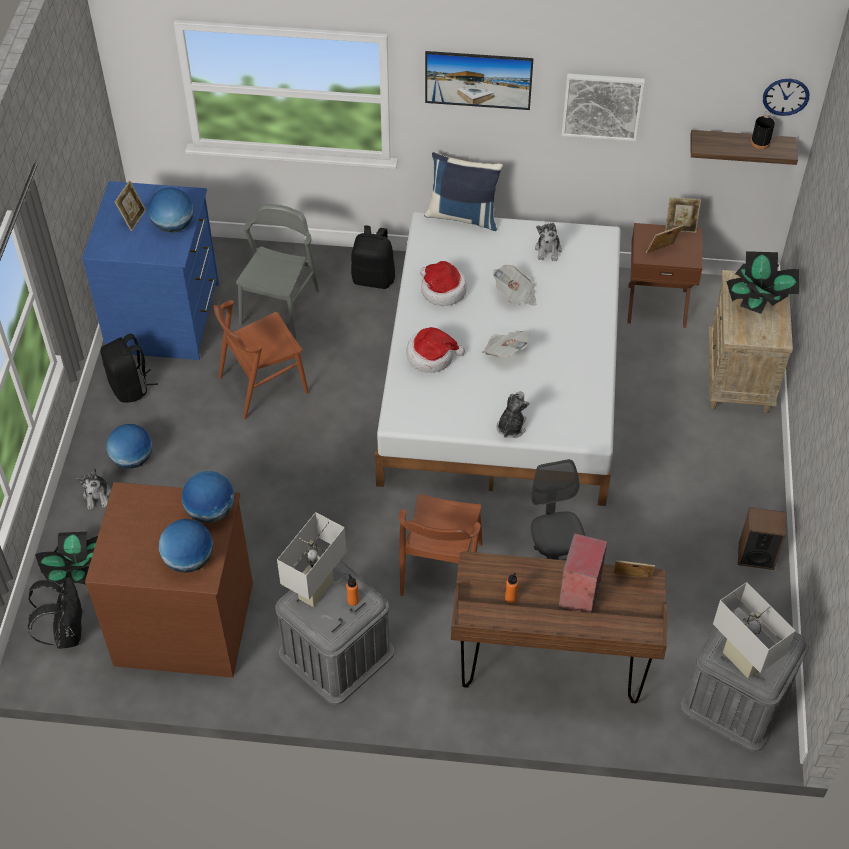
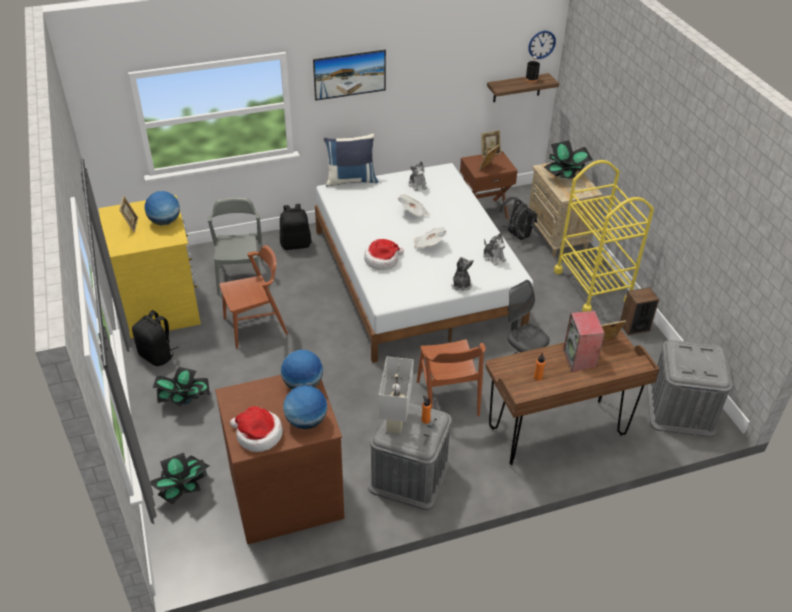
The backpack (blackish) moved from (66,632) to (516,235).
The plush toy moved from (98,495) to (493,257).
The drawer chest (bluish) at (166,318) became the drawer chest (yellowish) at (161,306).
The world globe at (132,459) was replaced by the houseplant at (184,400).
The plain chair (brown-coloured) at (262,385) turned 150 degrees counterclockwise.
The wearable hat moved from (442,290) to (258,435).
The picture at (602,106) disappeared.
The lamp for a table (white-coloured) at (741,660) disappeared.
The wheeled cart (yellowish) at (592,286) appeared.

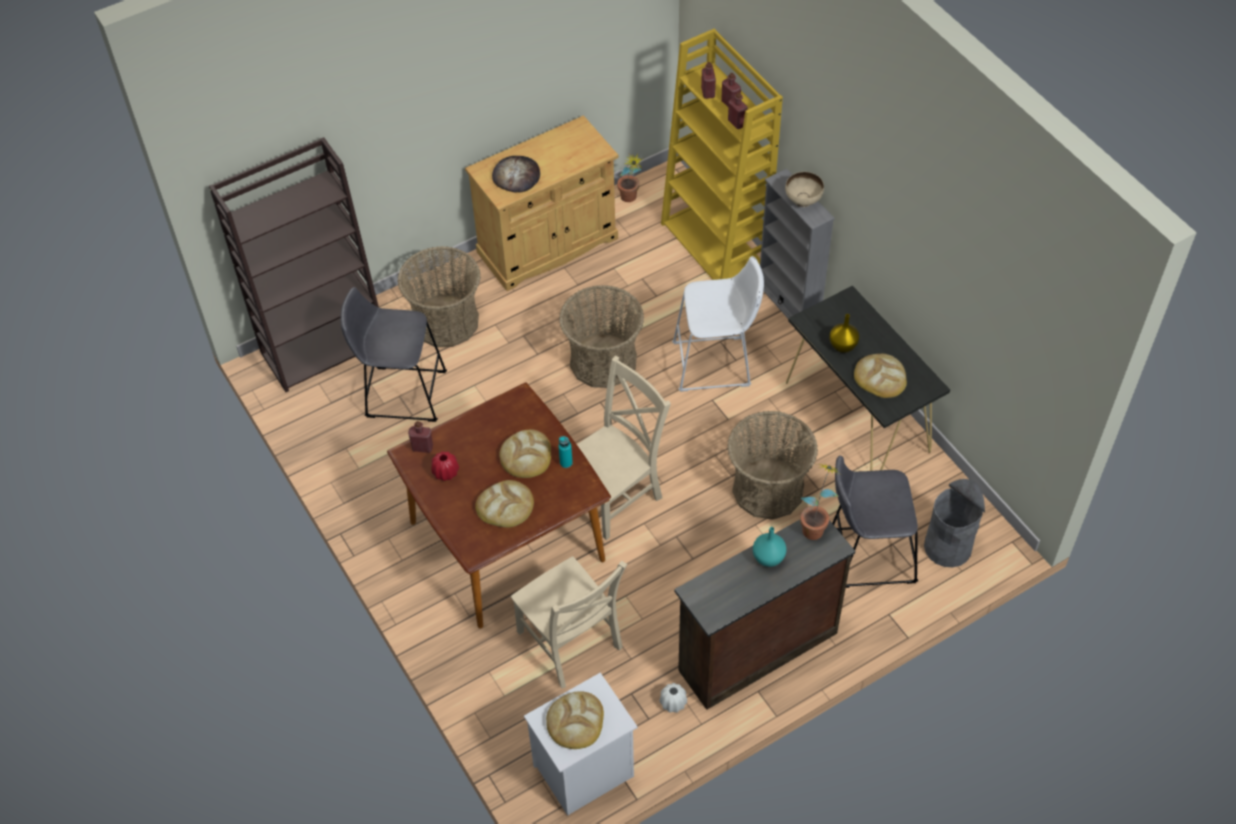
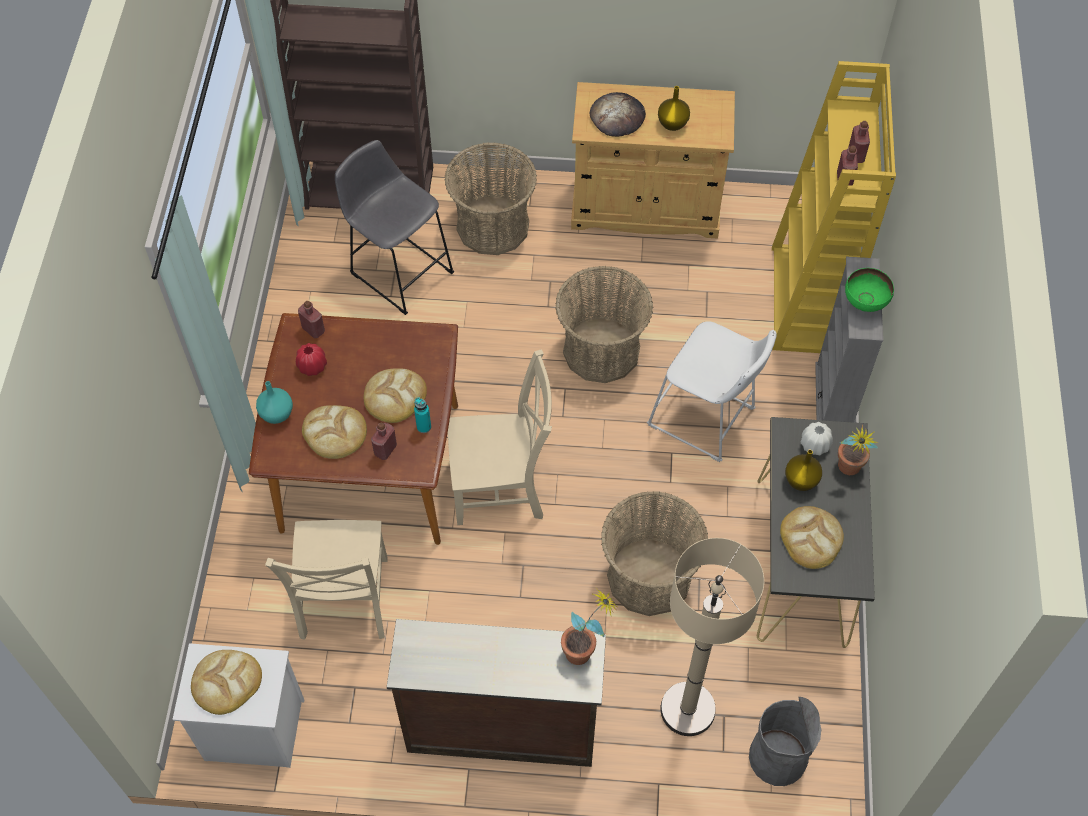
The houseplant moved from (630,200) to (847,471).
The decorative vase (white-coloured) moved from (673,703) to (814,445).
The drink bottle (red-coloured) moved from (708,93) to (385,450).
The decorative vase (blue-green) moved from (768,557) to (277,413).
The serving bowl (sand-coloured) at (803,201) became the serving bowl (green-coloured) at (864,303).
The stool (grey) at (866,556) was replaced by the standing lamp (sand-coloured) at (687,709).
The decorative vase (yellowish) at (672,124) appeared.

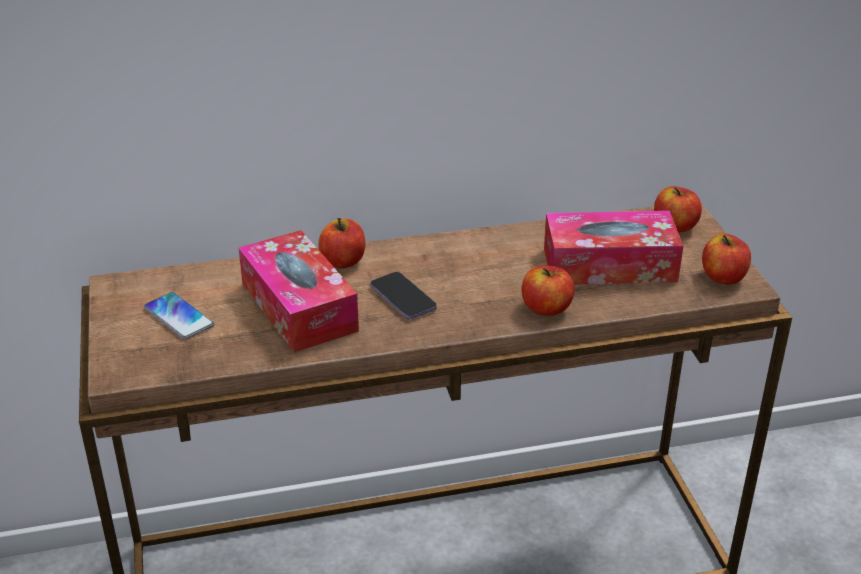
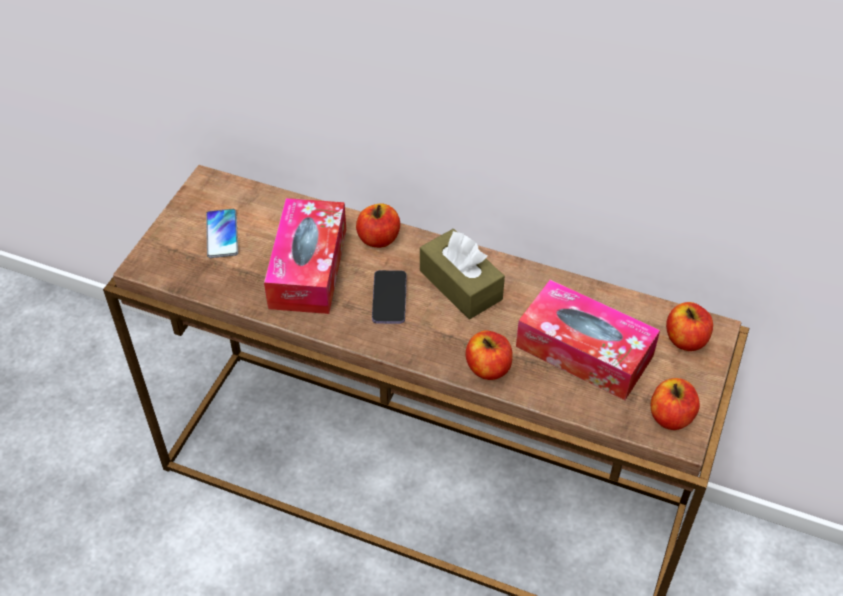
The tissue holder (brown-coloured) at (460,285) appeared.

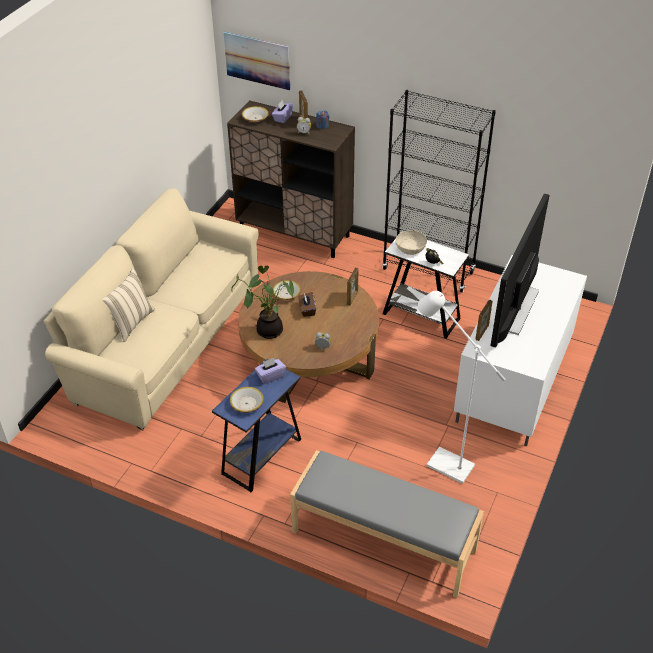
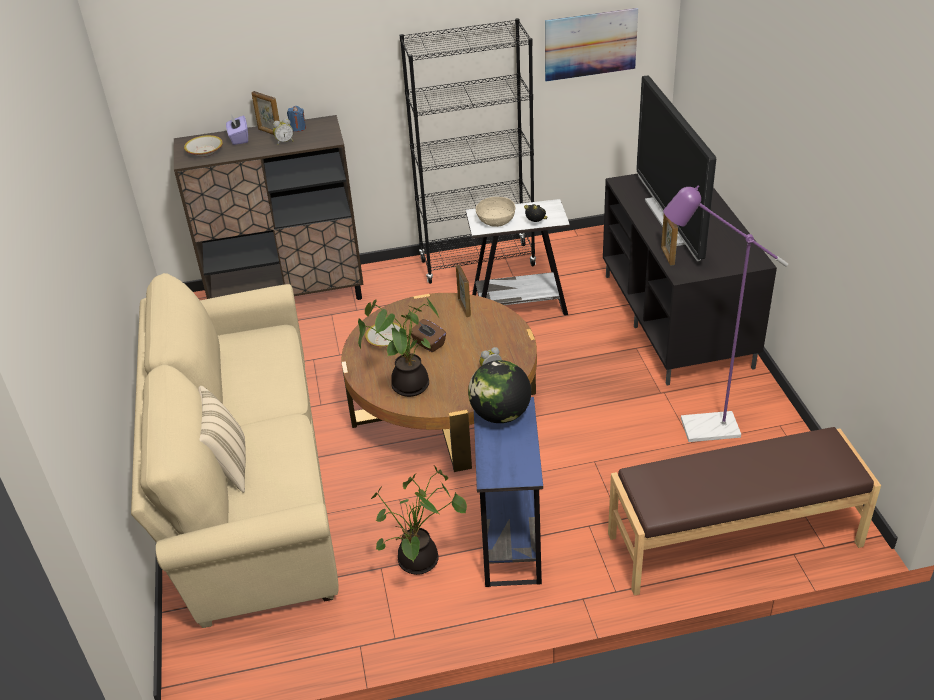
The picture moved from (257,60) to (590,44).
The serving bowl at (246,403) disappeared.
The tissue holder (purple) at (270,376) was replaced by the world globe at (500,414).
The bench (grey) at (383,541) became the bench (brown-coloured) at (734,541).
The standing lamp (white-coloured) at (442,462) became the standing lamp (purple) at (699,429).
The media console (white-coloured) at (514,383) became the media console (blackish) at (678,320).
The houseplant at (419,563) appeared.

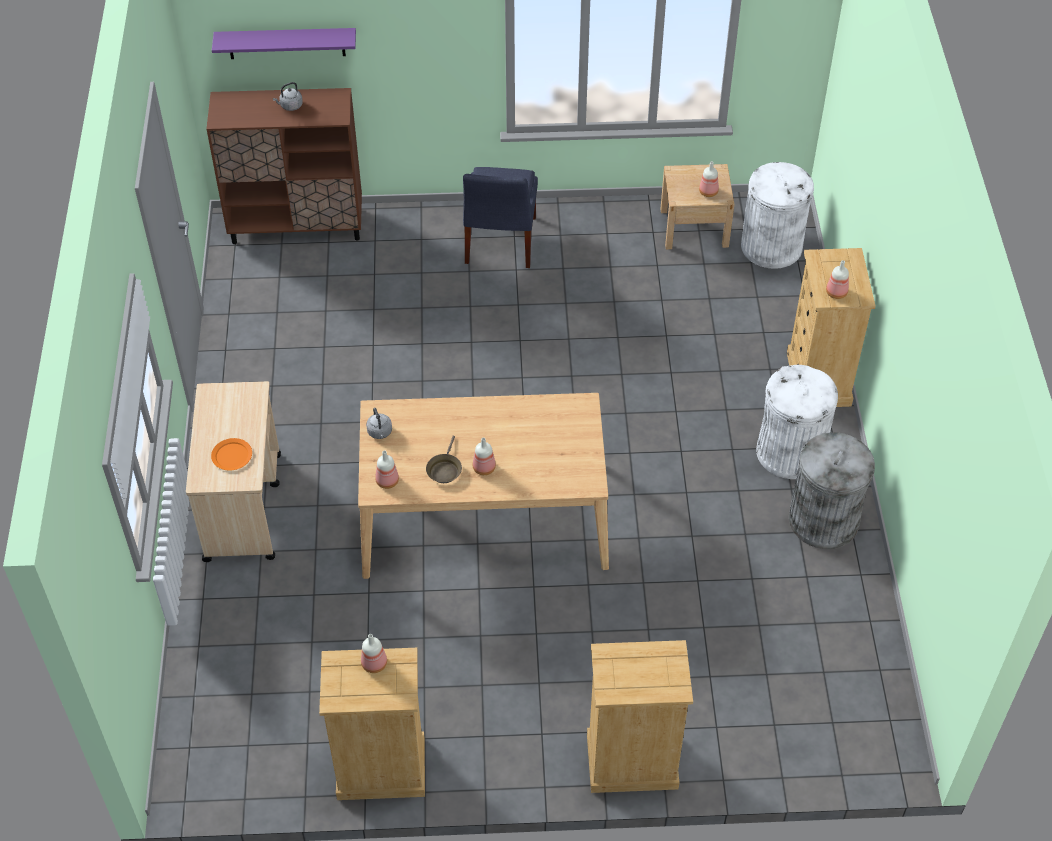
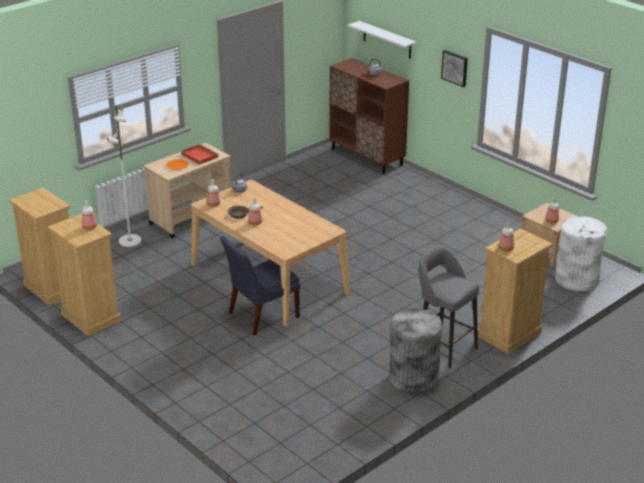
The shelf (purple) at (286,43) became the shelf (white-coloured) at (387,40).
The plain chair (bluish) moved from (499,243) to (260,316).
The drawer chest (sand-coloured) moved from (631,762) to (51,288).
The rubbish bin (white-coloured) at (789,452) was replaced by the stool (grey) at (443,347).
The standing lamp (white-coloured) at (129,241) appeared.
The tray (red-coloured) at (199,155) appeared.
The picture at (455,68) appeared.

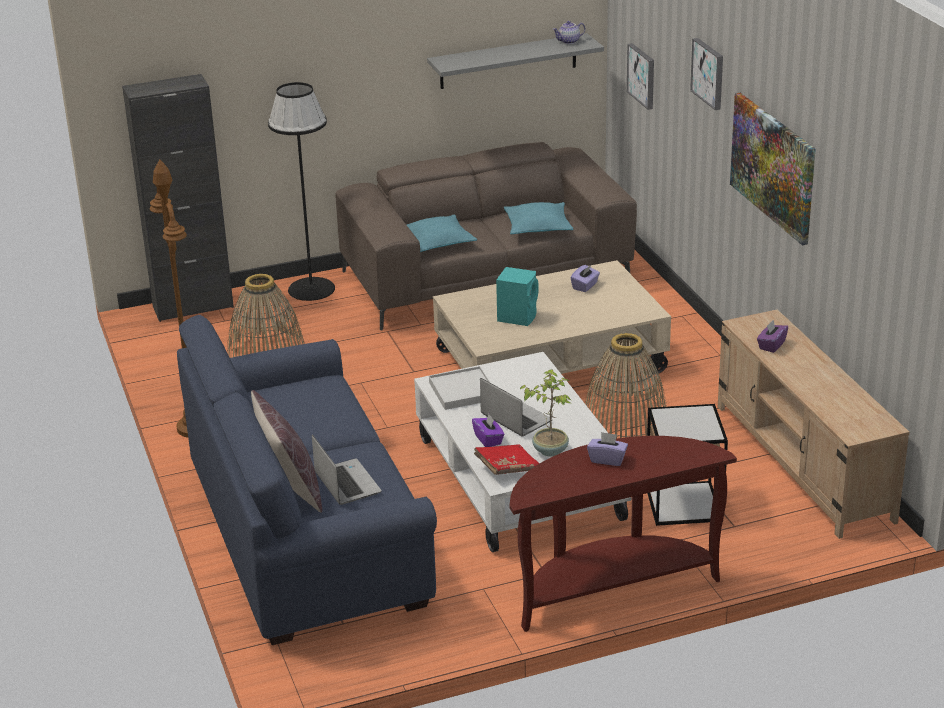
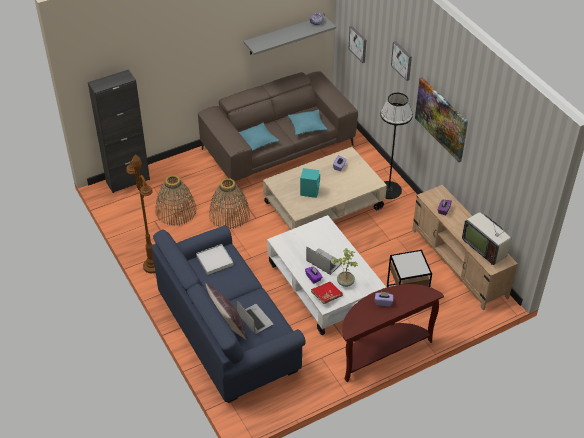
The standing lamp (blackish) moved from (311,289) to (388,190).
The tray (white-coloured) moved from (462,391) to (214,260).
The storage basket moved from (625,417) to (229,214).
The television at (485,248) appeared.

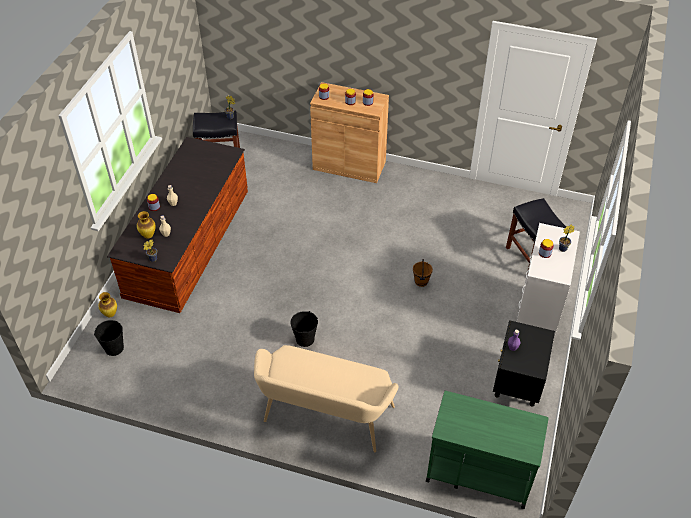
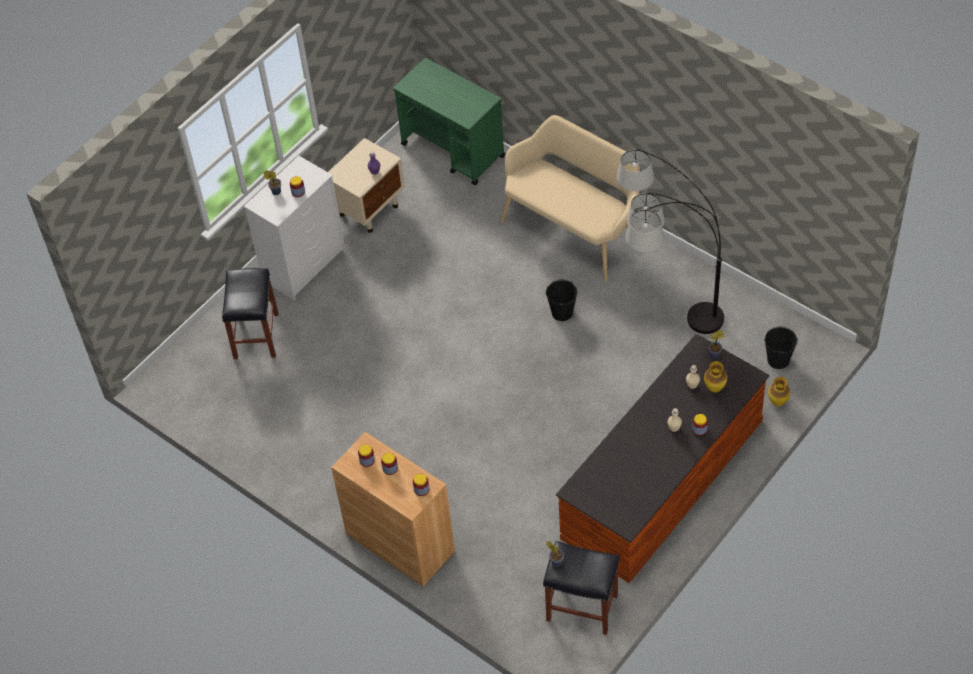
The water bucket (brown-coloured) at (421,281) disappeared.
The nightstand (blackish) at (517,385) became the nightstand (sand-coloured) at (369,209).
The standing lamp at (660,324) appeared.

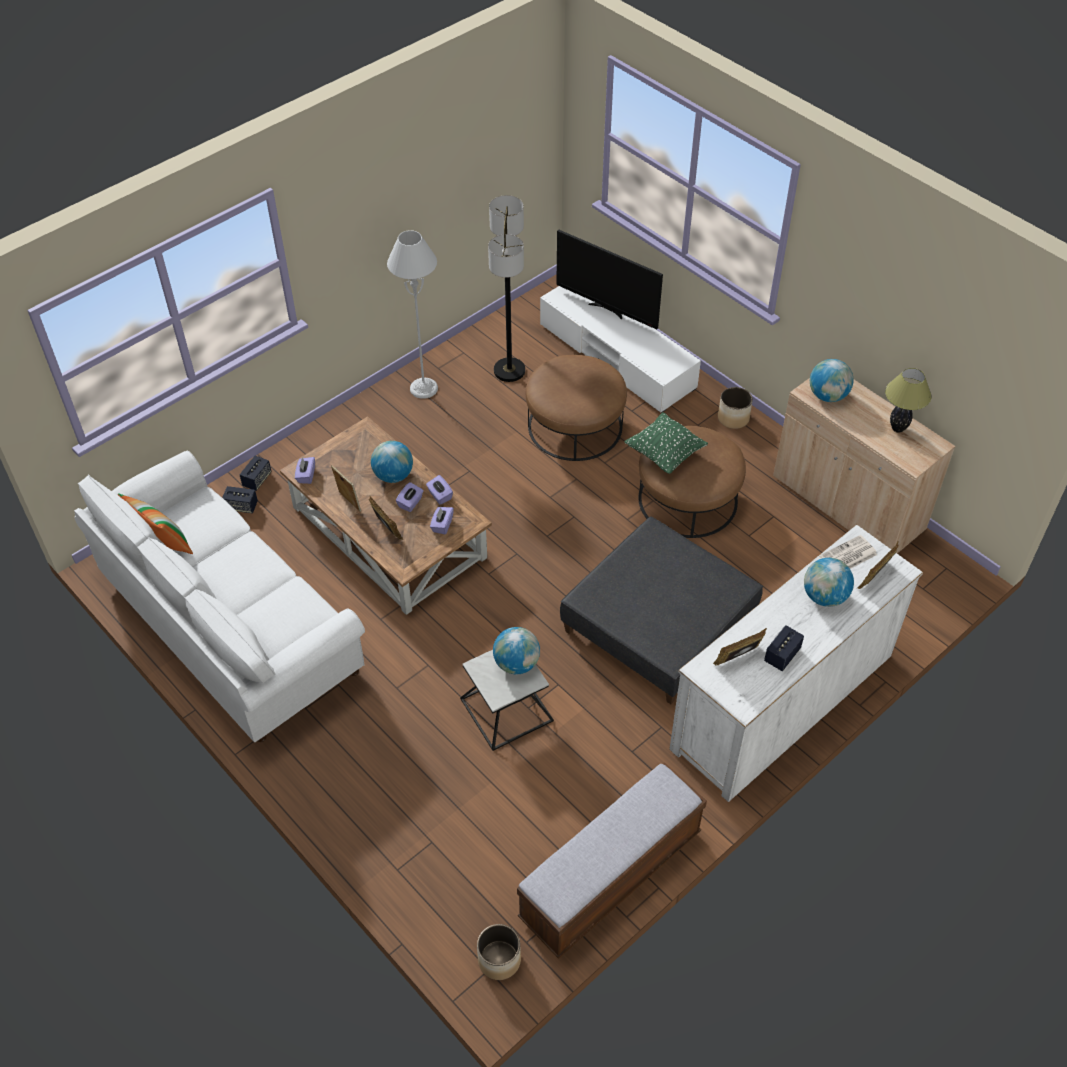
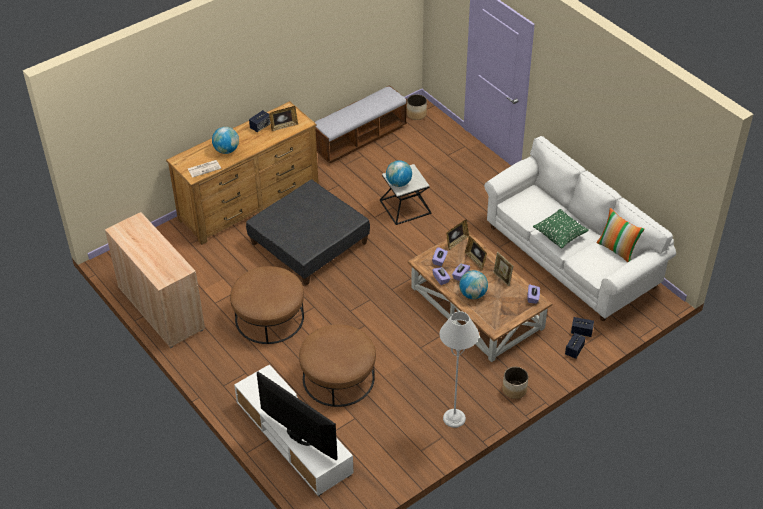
The standing lamp at (509,370) disappeared.
The throw pillow (green-coloured) moved from (664,454) to (559,236).
The drawer chest (white-coloured) at (782,702) became the drawer chest (brown-coloured) at (249,202).
The planter moved from (733,418) to (514,390).
The world globe at (828,396) disappeared.
The photo frame moved from (875,577) to (456,242).
The lamp for a table at (897,428) disappeared.

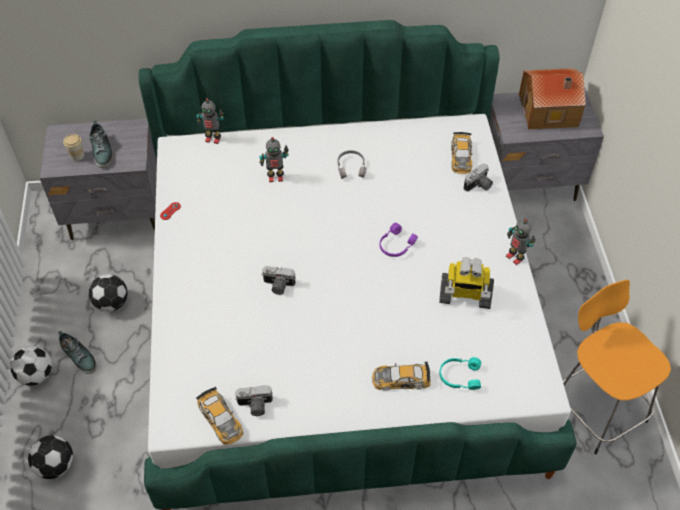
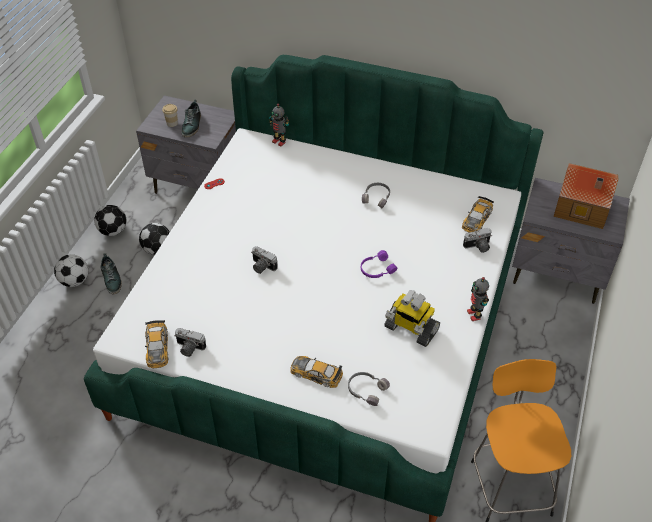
The football moved from (55,465) to (113,230).
The robot figure at (275,177) disappeared.
The headphones (blue-green) at (459,376) became the headphones (grey) at (366,390).

